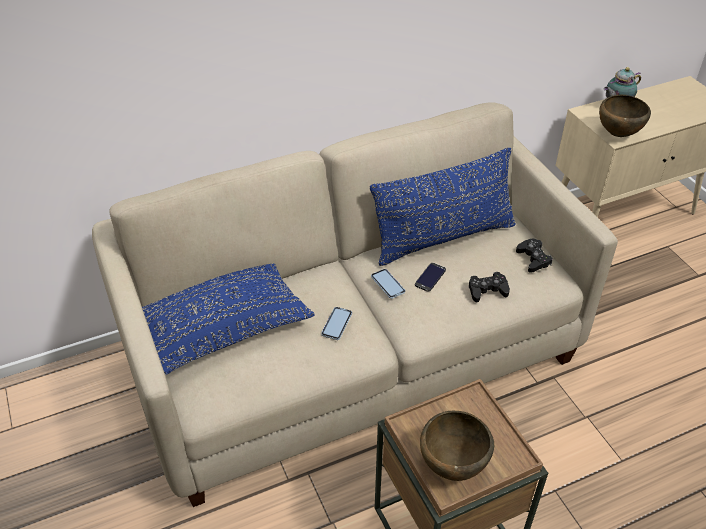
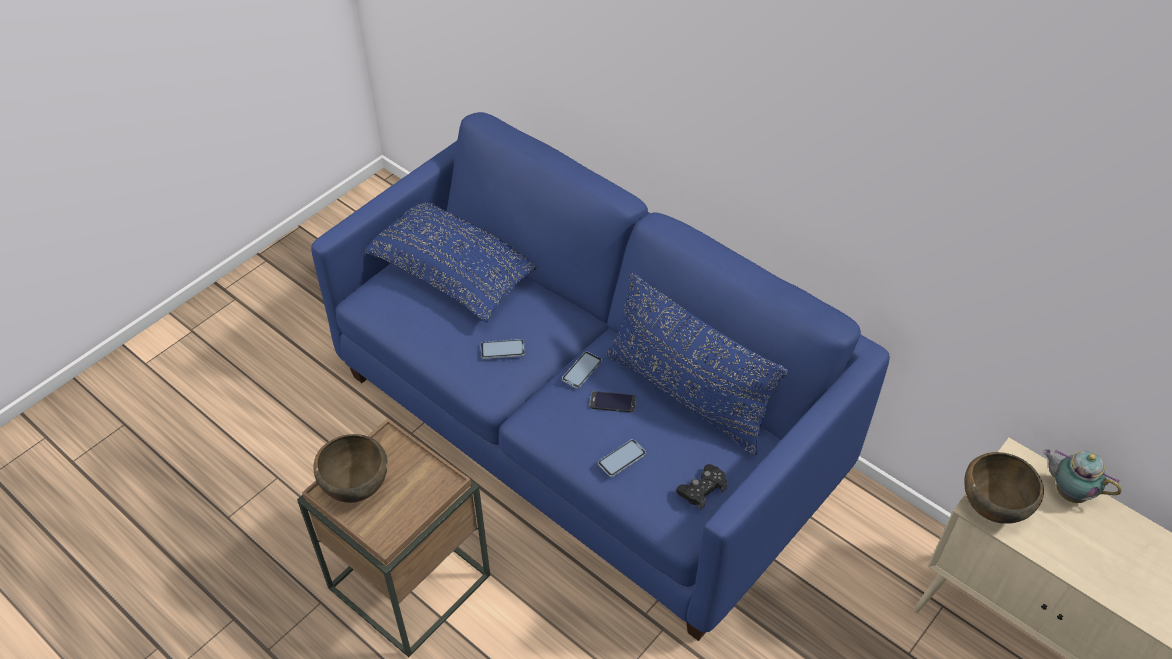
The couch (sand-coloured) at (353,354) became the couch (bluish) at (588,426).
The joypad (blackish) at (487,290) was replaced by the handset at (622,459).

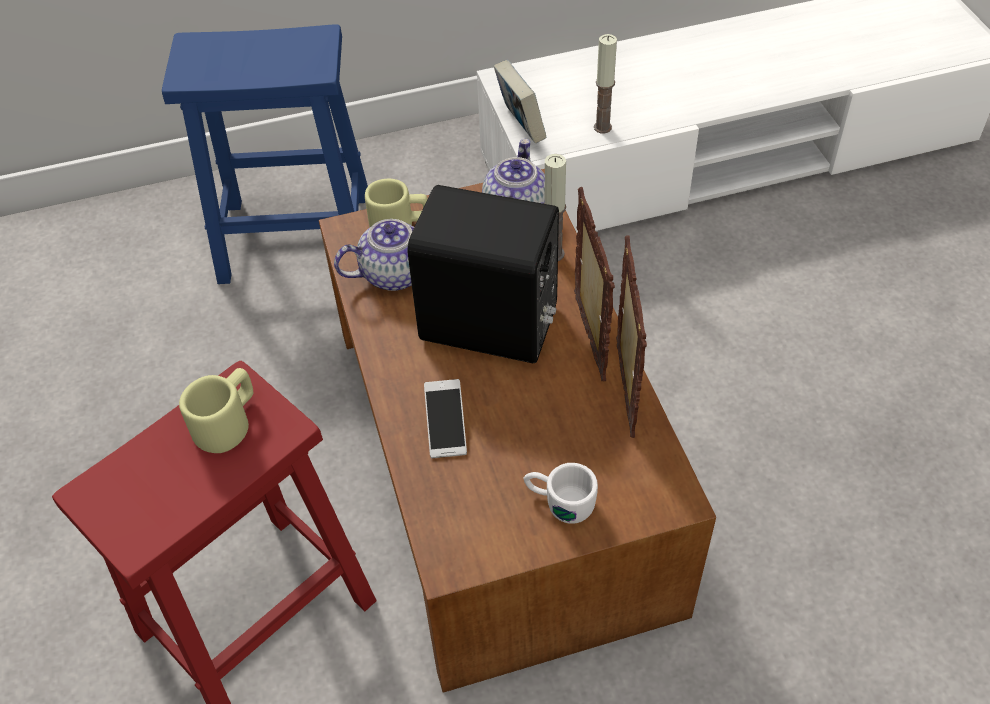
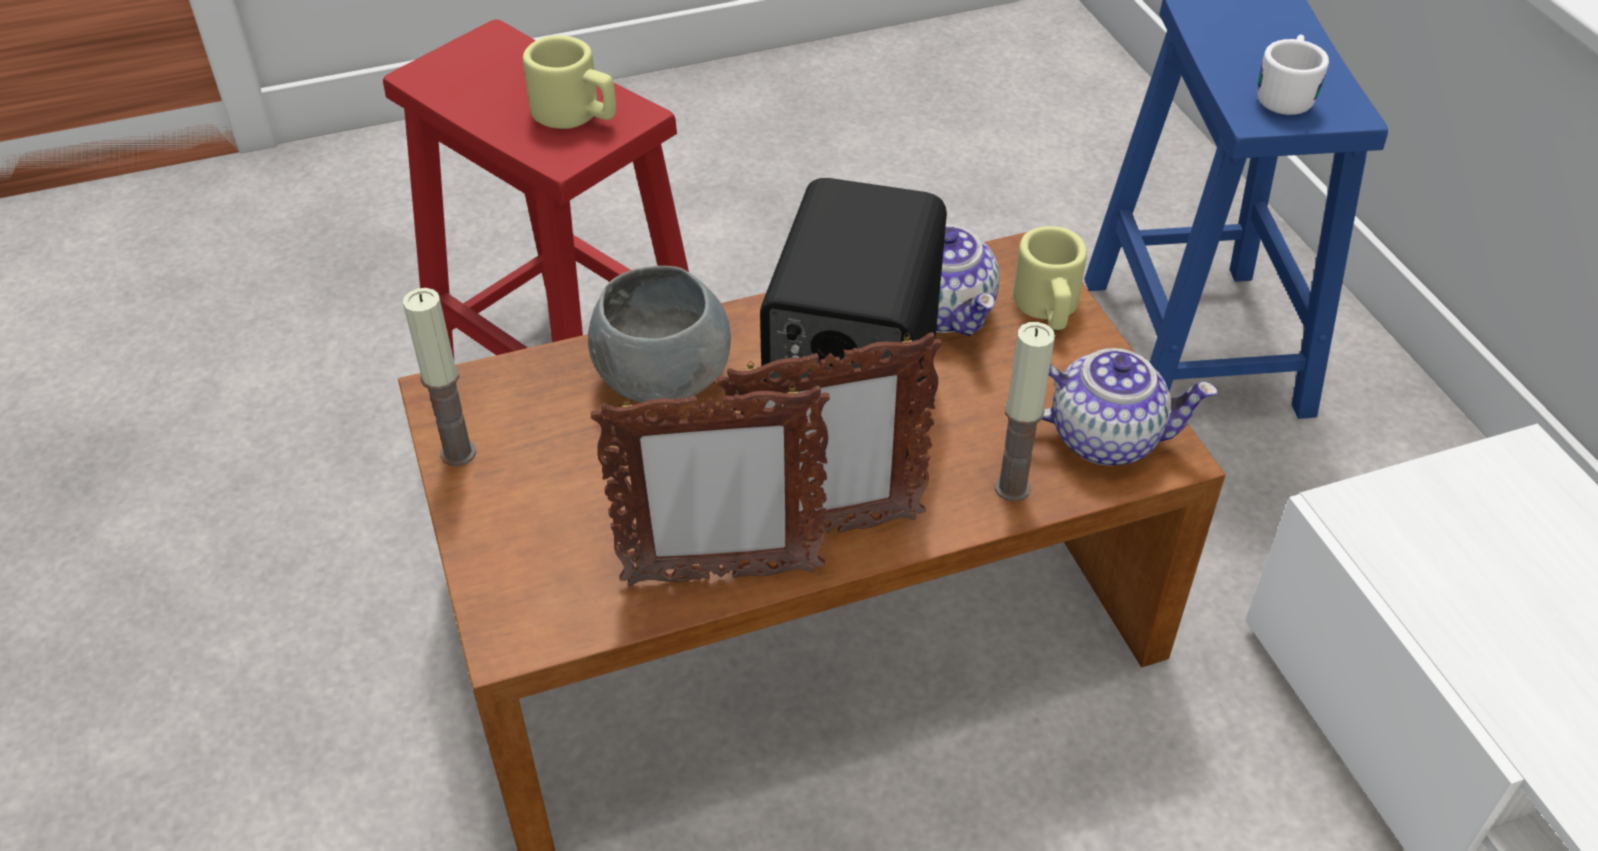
The handset at (446,425) was replaced by the serving bowl (grey) at (662,379).
The bound book at (520,127) disappeared.
The coffee mug (white-coloured) moved from (559,502) to (1286,93).
The wax light moved from (602,127) to (458,453).

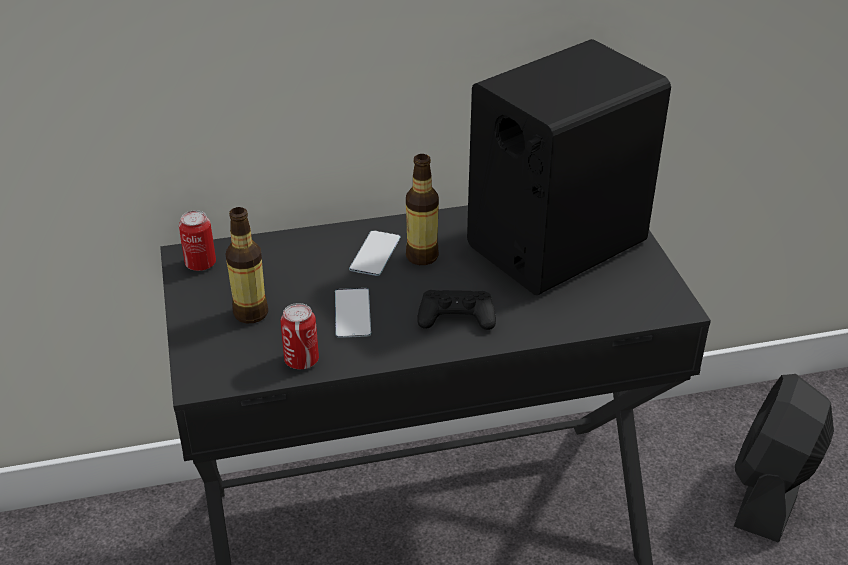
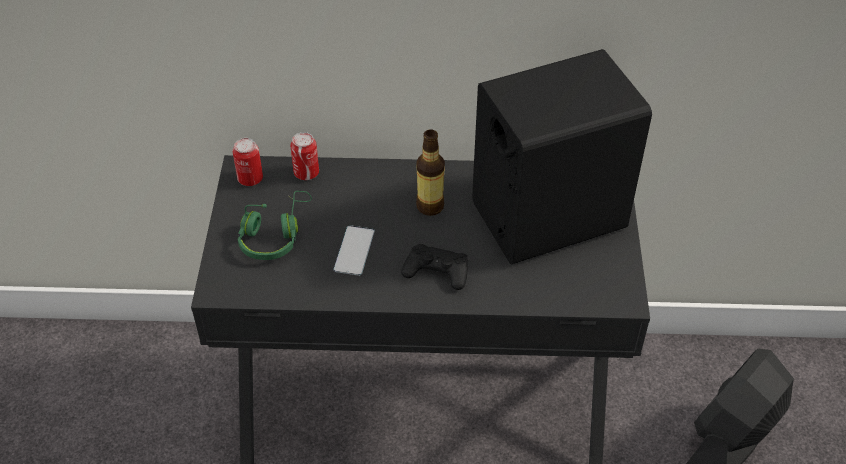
The drink bottle at (250,313) was replaced by the headphones (green-coloured) at (274,234).
The sealed can moved from (301,360) to (306,173).
The handset at (375,254) disappeared.

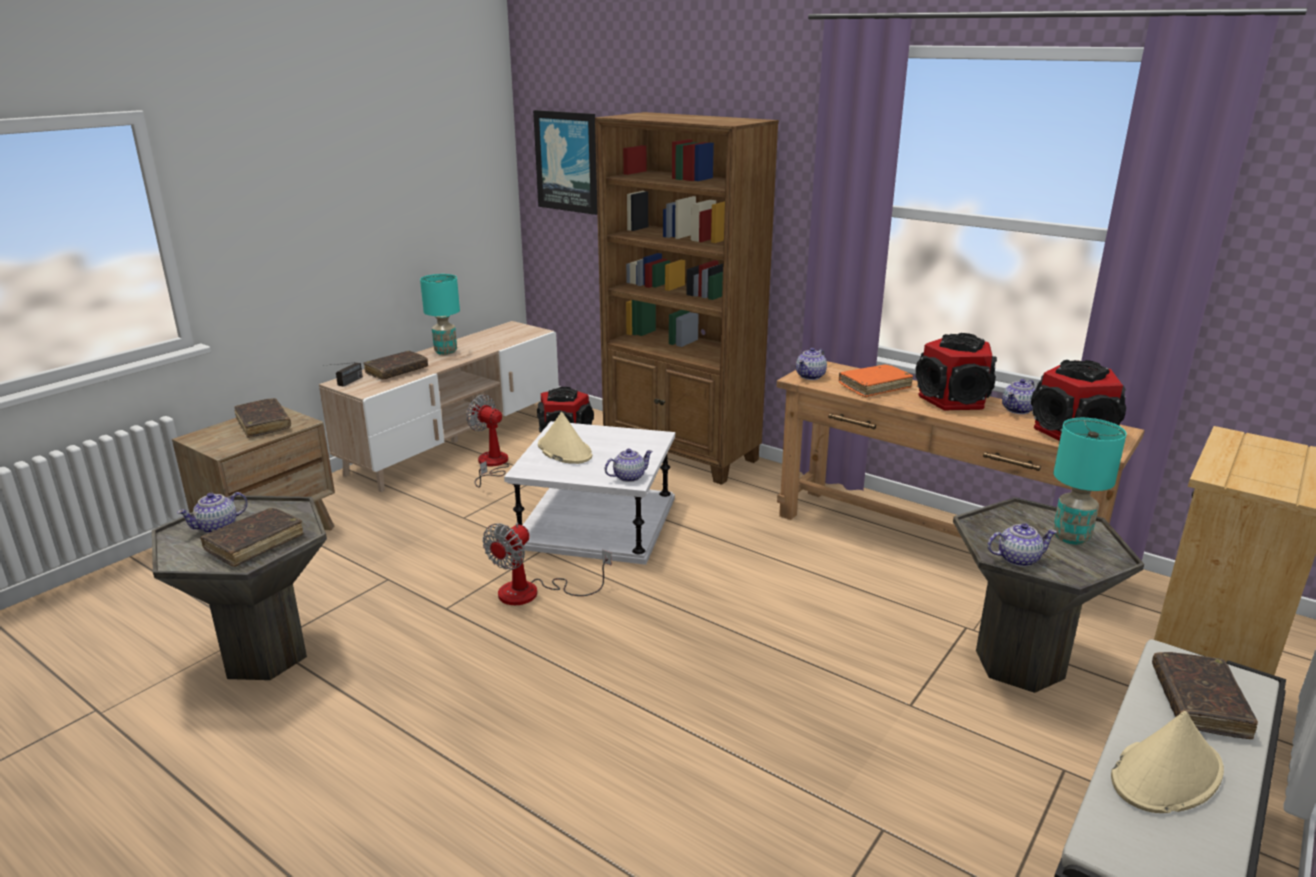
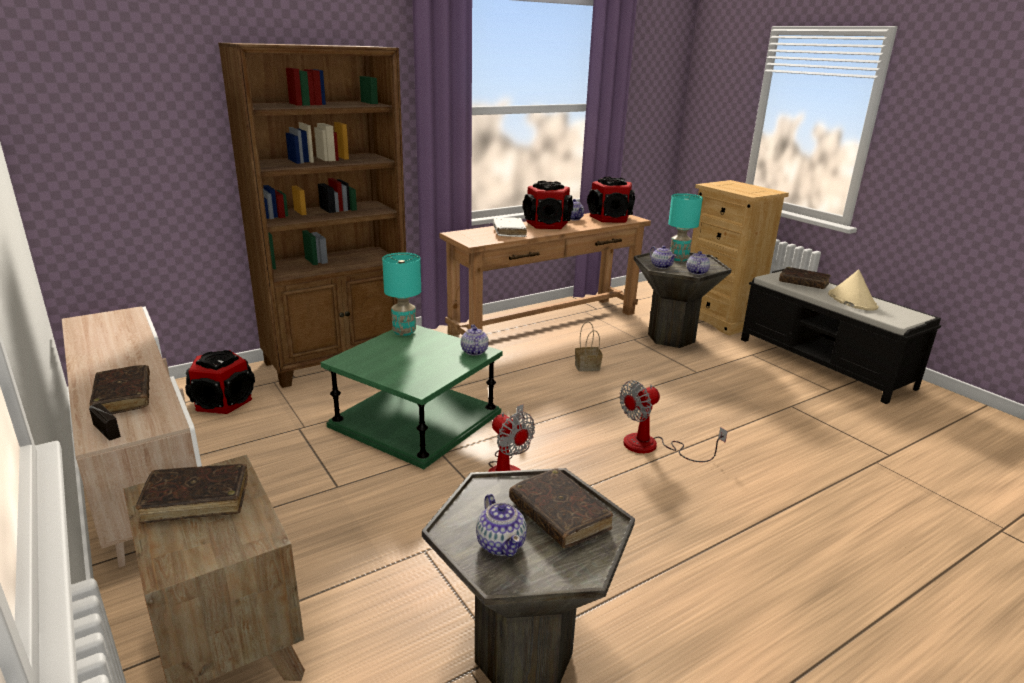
The lamp for a table (blue-green) moved from (445,352) to (404,332).
The electric fan moved from (491,465) to (652,447).
The side table (white-coloured) at (596,522) became the side table (green-coloured) at (416,419).
The picture at (567,162) disappeared.
The wearable hat (sand-coloured) at (564,450) disappeared.
The tea pot moved from (811,376) to (661,266).
The bound book (orange) at (874,387) became the bound book (white-coloured) at (509,232).
The storage basket at (588,366) appeared.

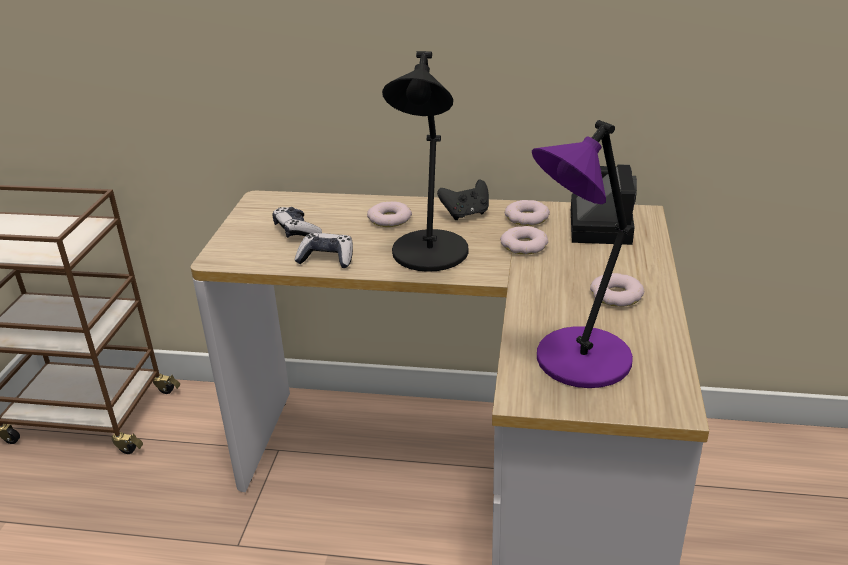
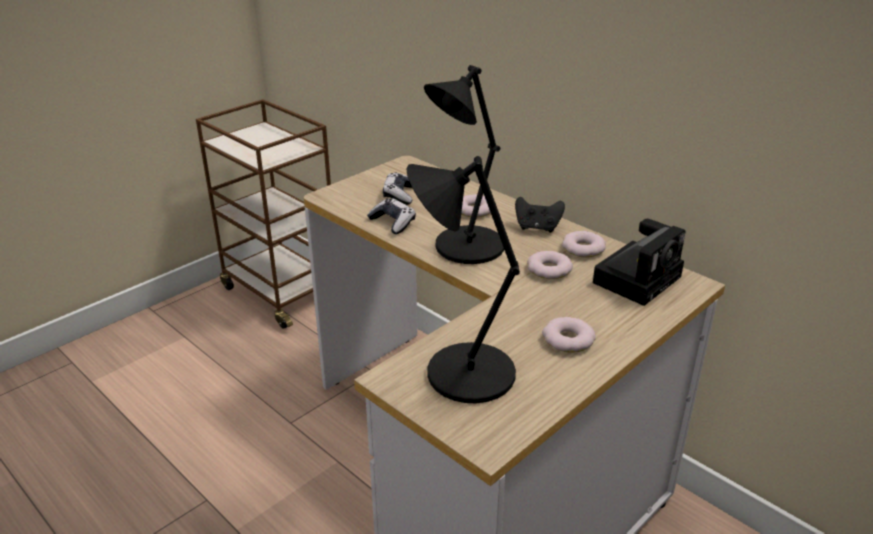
The lamp for a table (purple) at (579,361) became the lamp for a table (blackish) at (465,374).

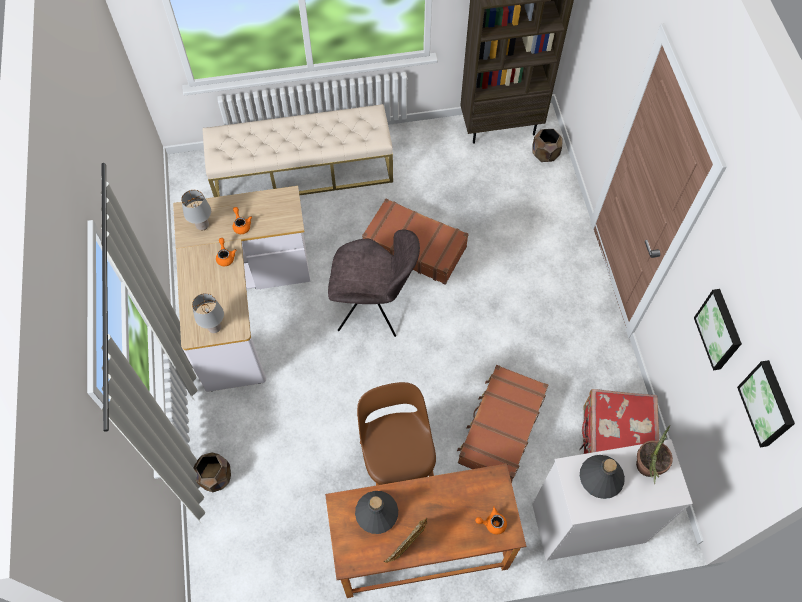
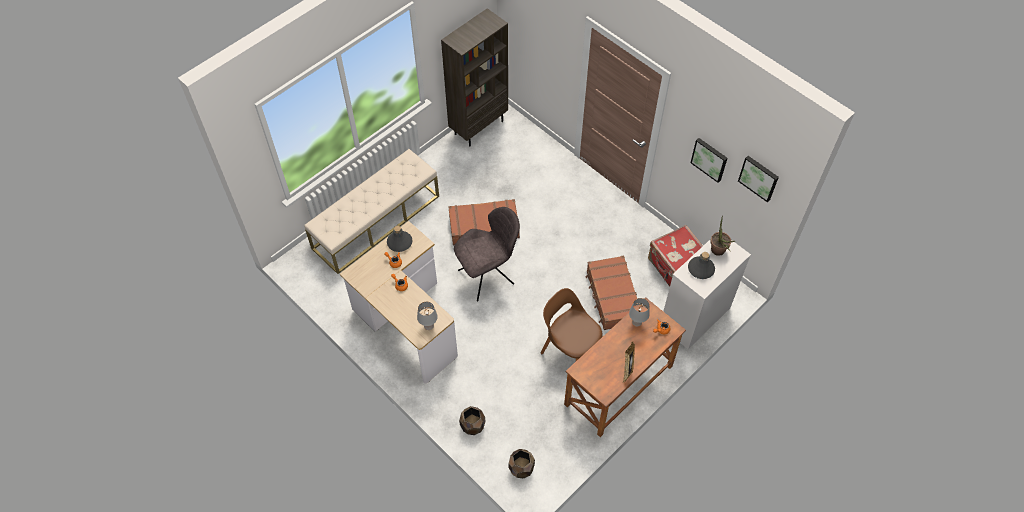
The lamp for a table (grey) moved from (203,225) to (637,322).
The drink bottle (grey) moved from (377,513) to (400,242).
The planter (brown-coloured) moved from (545,154) to (521,468).

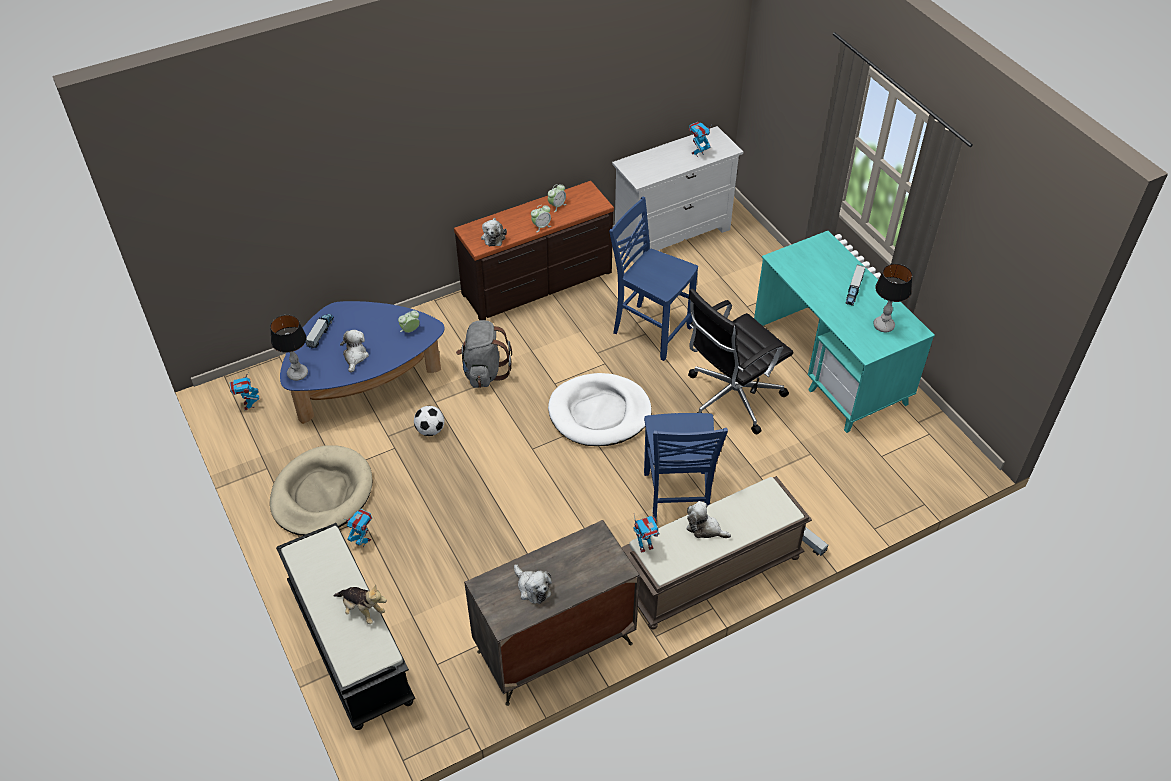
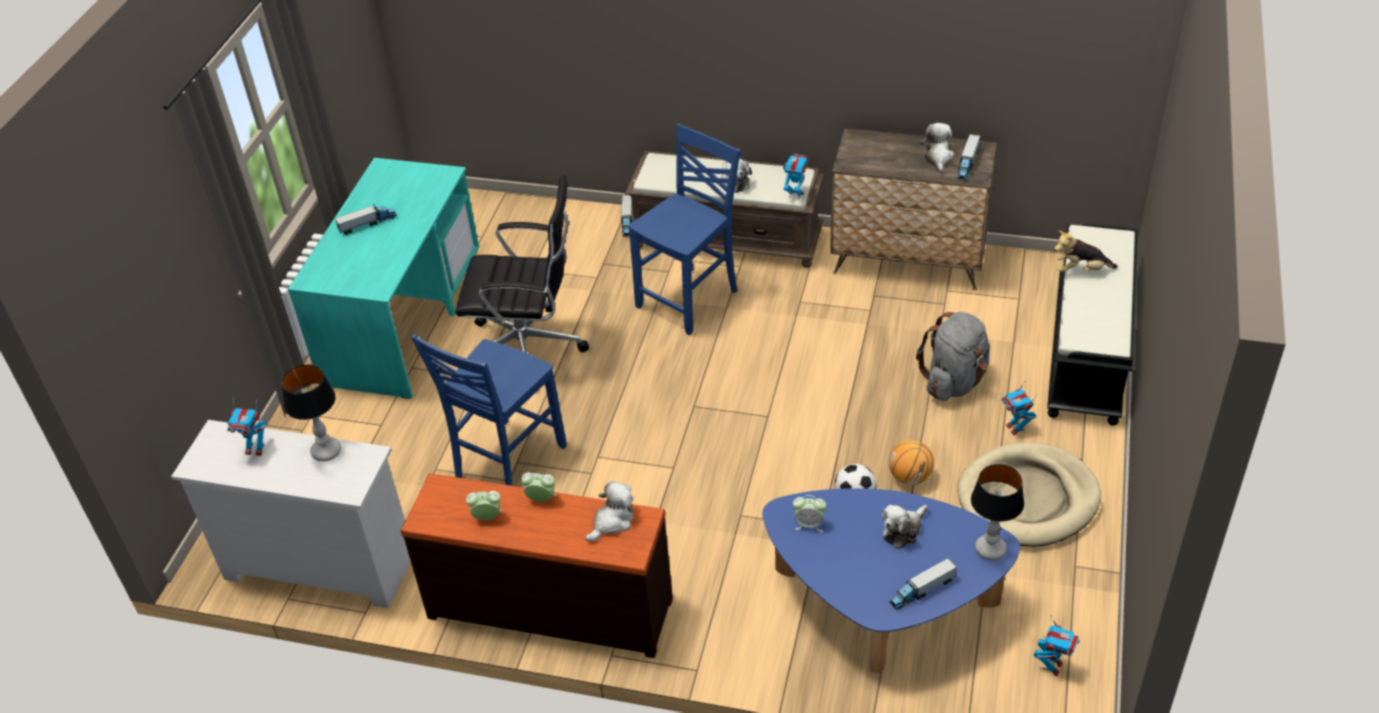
The plush toy at (362,609) turned 75 degrees counterclockwise.
The backpack (grey) moved from (484,372) to (955,381).
The pet bed (white-coloured) at (599,413) disappeared.
The plain chair (bluish) at (650,330) turned 45 degrees clockwise.
The lamp for a table moved from (883,326) to (327,451).
The ball for basketball at (910,477) appeared.
The model truck at (967,163) appeared.

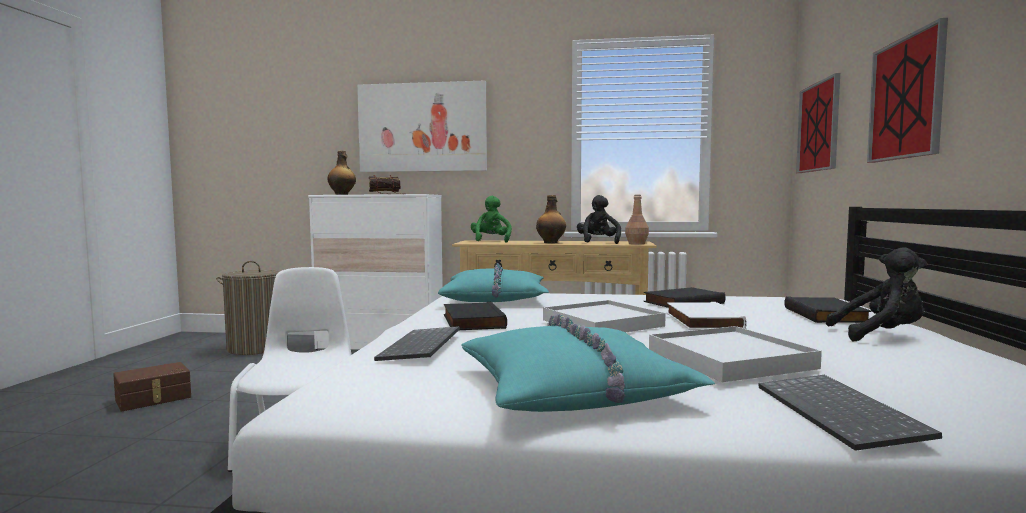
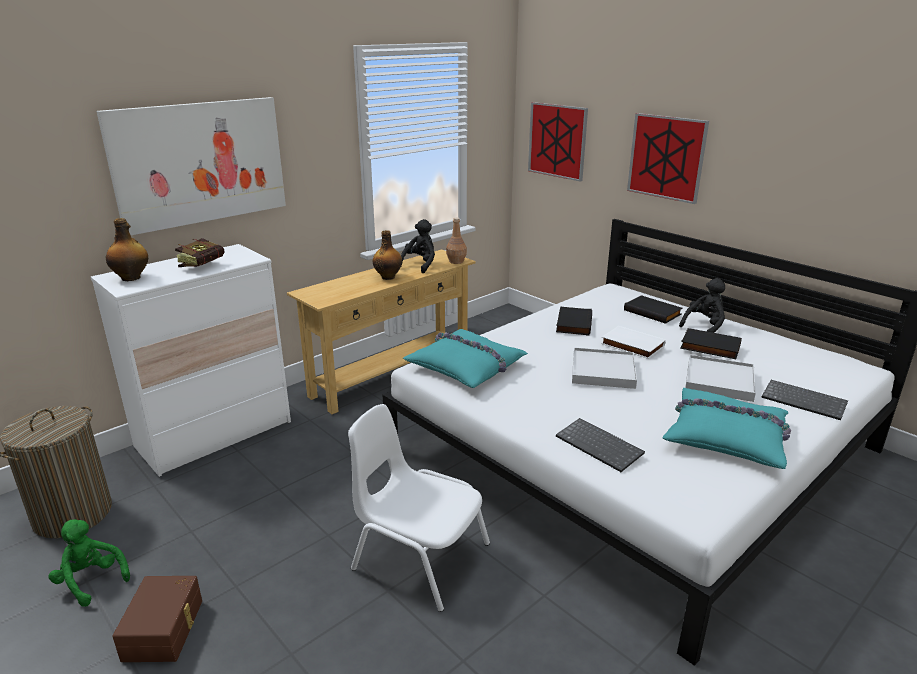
The bound book (blackish) moved from (471,321) to (709,347).
The plush toy (green-coloured) moved from (491,241) to (91,581).
The plush toy (blackish) at (598,242) turned 75 degrees clockwise.

